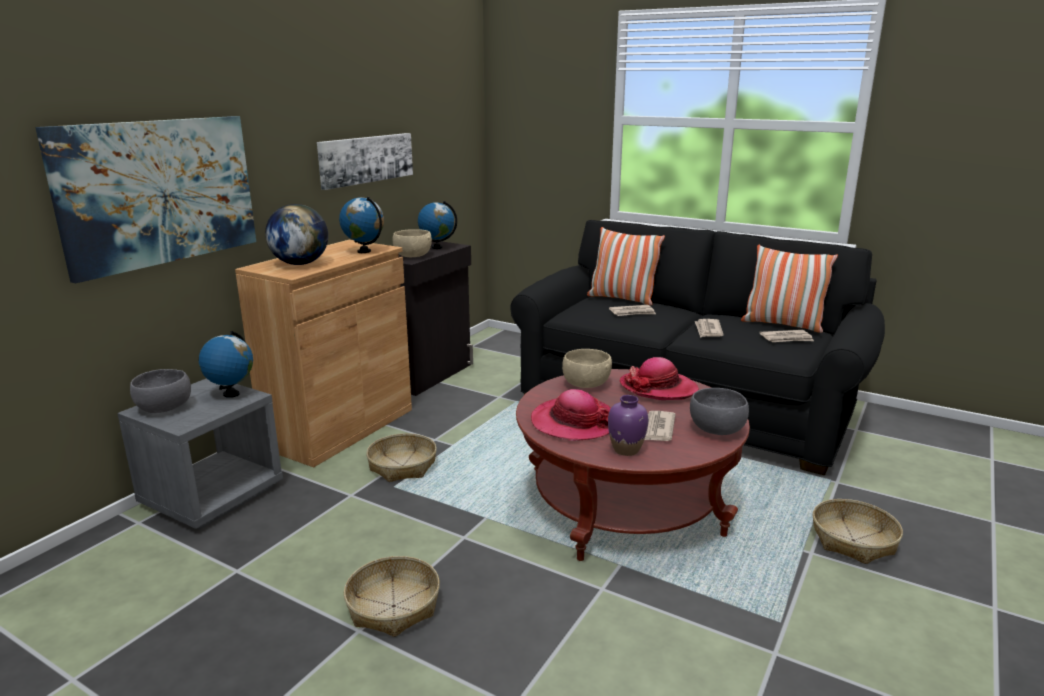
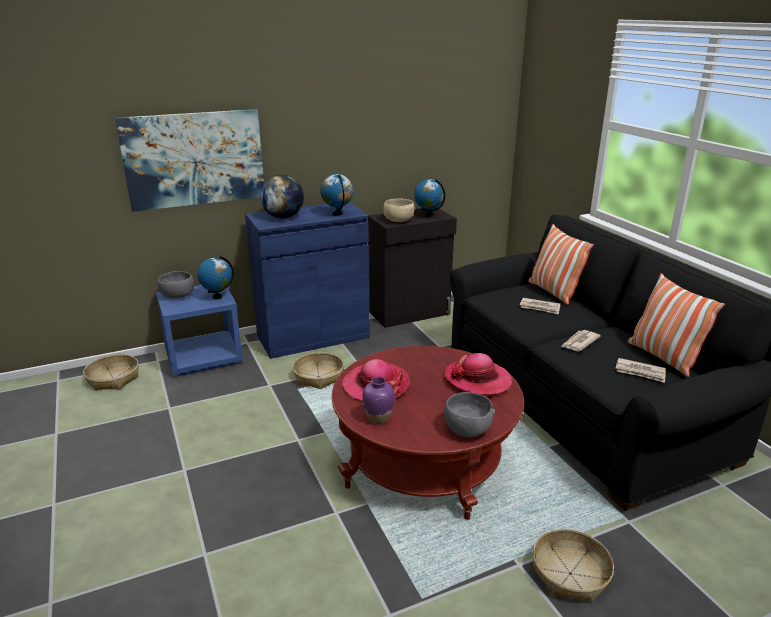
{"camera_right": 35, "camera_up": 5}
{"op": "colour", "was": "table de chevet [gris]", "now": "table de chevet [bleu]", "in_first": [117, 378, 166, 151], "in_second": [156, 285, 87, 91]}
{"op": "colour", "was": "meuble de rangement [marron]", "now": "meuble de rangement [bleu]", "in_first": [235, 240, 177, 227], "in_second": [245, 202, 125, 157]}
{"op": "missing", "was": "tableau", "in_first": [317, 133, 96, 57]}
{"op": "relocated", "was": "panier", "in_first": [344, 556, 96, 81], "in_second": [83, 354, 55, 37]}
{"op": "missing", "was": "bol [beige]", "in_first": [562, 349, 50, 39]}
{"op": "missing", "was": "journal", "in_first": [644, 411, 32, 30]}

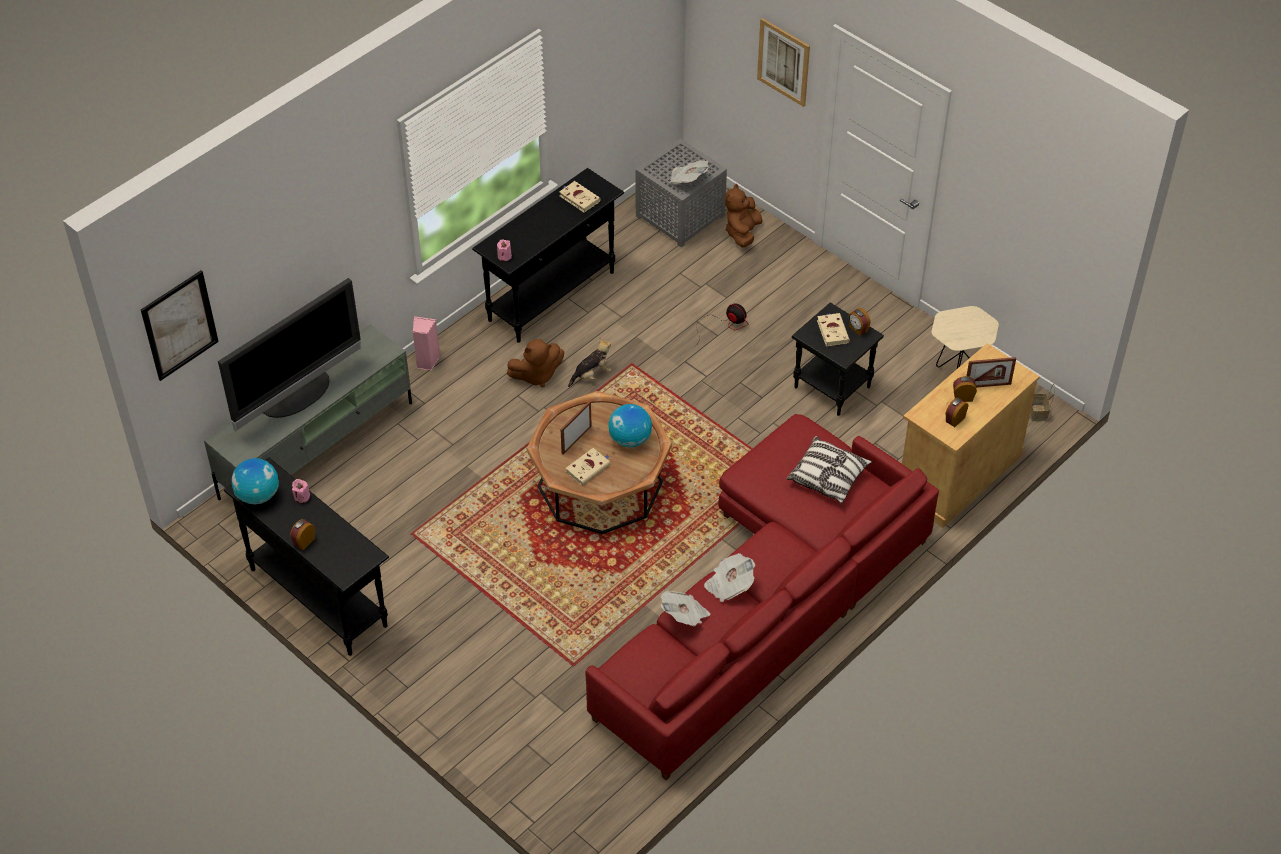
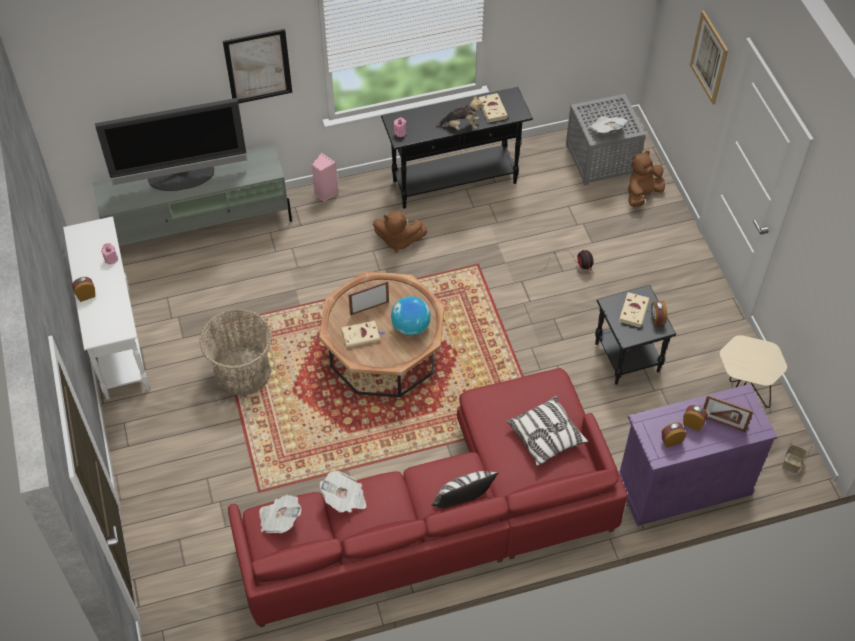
{"camera_right": 30, "camera_up": 5}
{"op": "relocated", "was": "tableau", "in_first": [141, 270, 78, 111], "in_second": [223, 29, 69, 75]}
{"op": "colour", "was": "table console [noir]", "now": "table console [blanc]", "in_first": [224, 457, 165, 199], "in_second": [63, 216, 87, 184]}
{"op": "missing", "was": "globe", "in_first": [231, 458, 48, 46]}
{"op": "relocated", "was": "peluche", "in_first": [568, 338, 43, 49], "in_second": [436, 95, 48, 35]}
{"op": "relocated", "was": "journal", "in_first": [704, 553, 51, 49], "in_second": [259, 495, 42, 38]}
{"op": "colour", "was": "meuble de rangement [beige]", "now": "meuble de rangement [violet]", "in_first": [902, 343, 138, 185], "in_second": [618, 384, 159, 142]}
{"op": "appeared", "now": "panier", "in_second": [199, 309, 73, 87]}
{"op": "appeared", "now": "coussin", "in_second": [431, 471, 67, 37]}

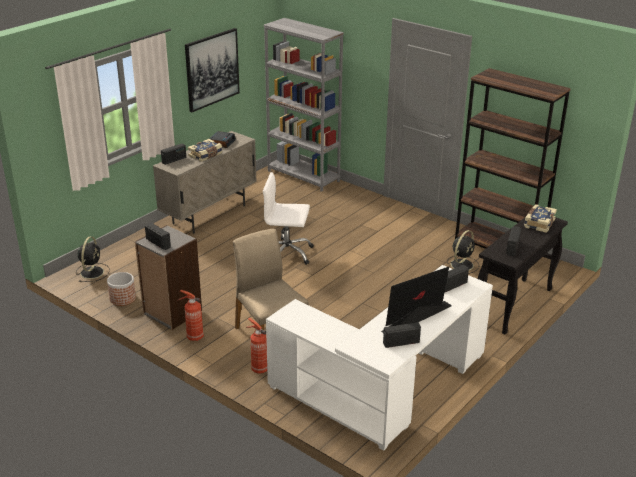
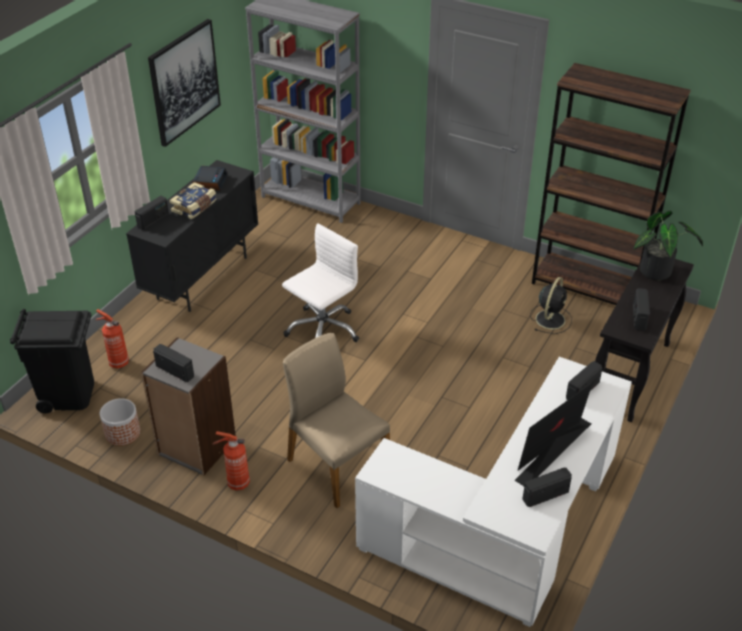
{"camera_right": -10, "camera_up": 10}
{"op": "exchanged", "was": "ventilateur [noir]", "now": "poubelle [noir]", "in_first": [76, 237, 34, 45], "in_second": [10, 309, 84, 104]}
{"op": "colour", "was": "meuble de rangement [beige]", "now": "meuble de rangement [noir]", "in_first": [153, 131, 104, 103], "in_second": [126, 160, 132, 152]}
{"op": "relocated", "was": "extincteur", "in_first": [246, 318, 21, 56], "in_second": [95, 309, 34, 60]}
{"op": "spun", "was": "chaise de bureau [blanc]", "in_first": [263, 172, 51, 93], "in_second": [282, 224, 77, 118], "clockwise": 135}
{"op": "exchanged", "was": "livre", "now": "plante en pot", "in_first": [524, 204, 33, 29], "in_second": [633, 211, 70, 69]}

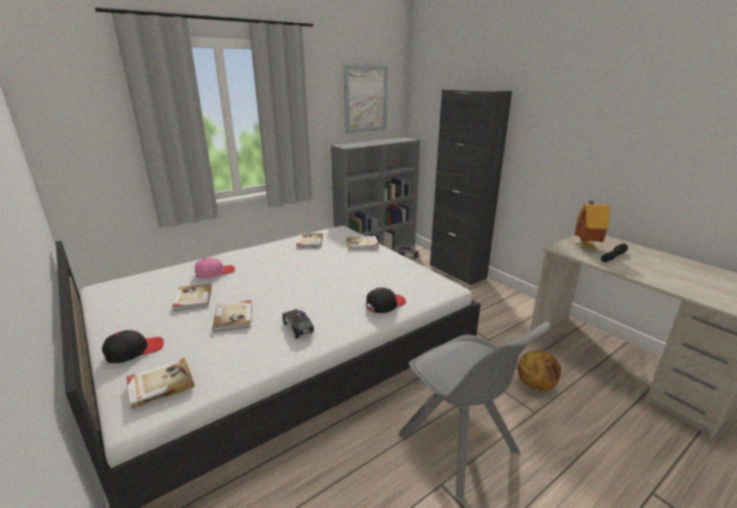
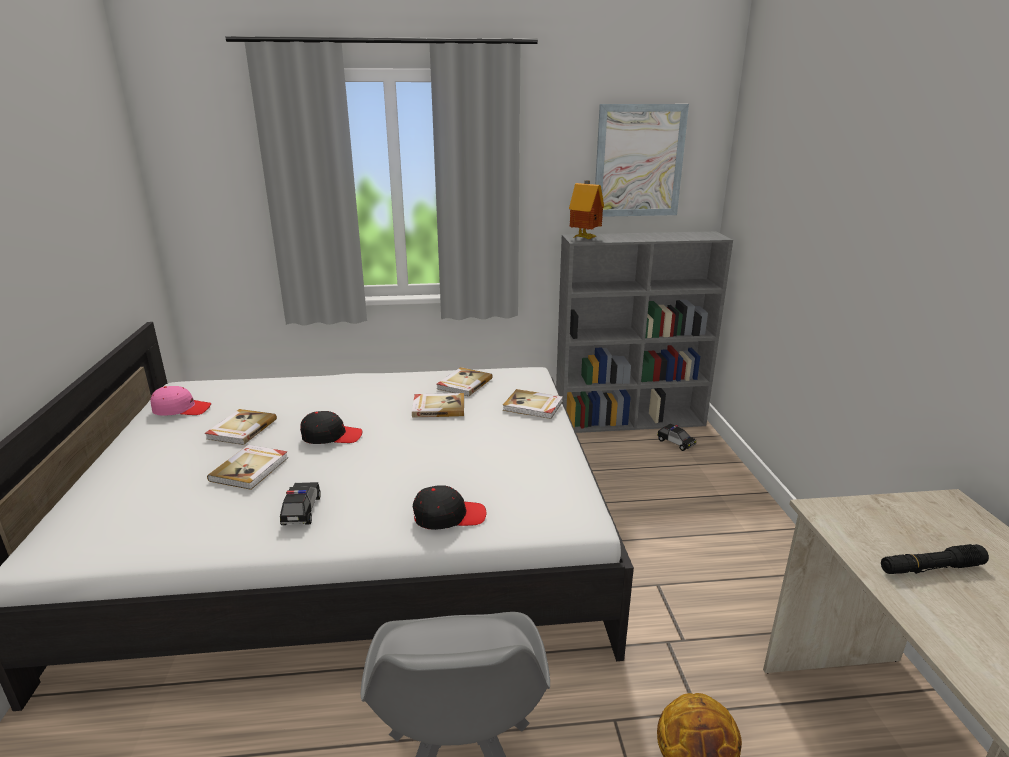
{"camera_right": 30, "camera_up": 0}
{"op": "relocated", "was": "casquette [noir]", "in_first": [102, 330, 62, 33], "in_second": [300, 411, 63, 33]}
{"op": "relocated", "was": "livre", "in_first": [126, 358, 69, 51], "in_second": [412, 393, 52, 25]}
{"op": "relocated", "was": "casquette [rose]", "in_first": [195, 258, 40, 21], "in_second": [151, 386, 60, 30]}
{"op": "missing", "was": "meuble de rangement [noir]", "in_first": [430, 89, 82, 196]}
{"op": "relocated", "was": "maison miniature", "in_first": [575, 201, 35, 48], "in_second": [569, 180, 35, 59]}

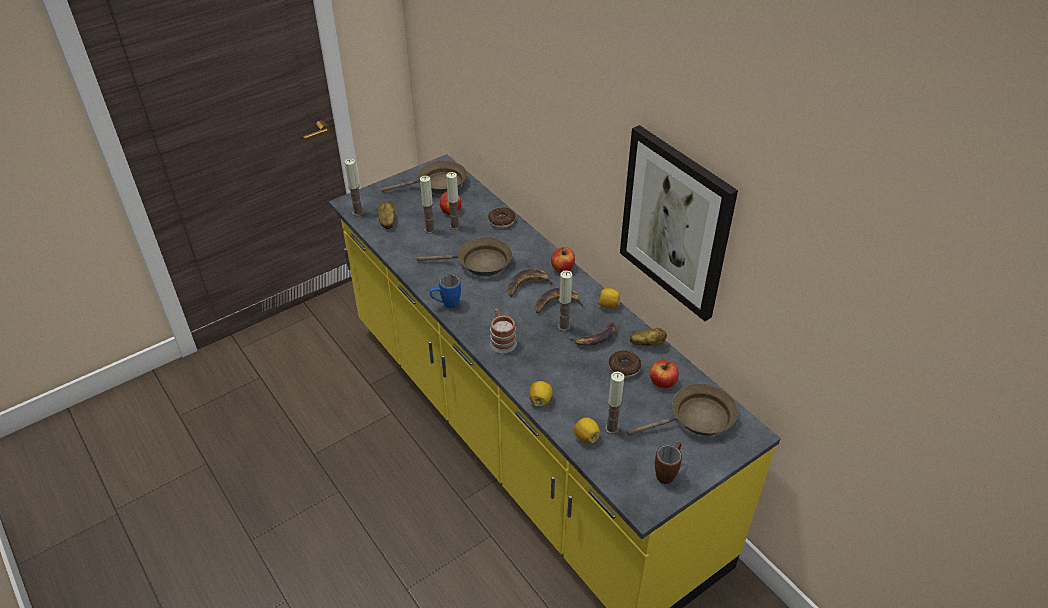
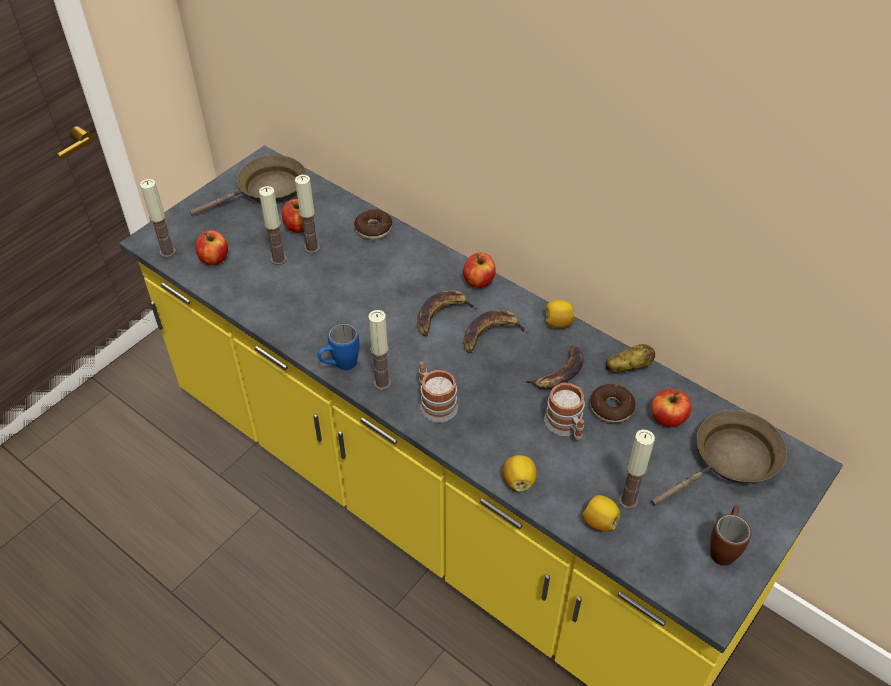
{"camera_right": -15, "camera_up": 5}
{"op": "exchanged", "was": "pomme de terre", "now": "pomme", "in_first": [378, 201, 17, 28], "in_second": [196, 230, 32, 35]}
{"op": "missing", "was": "poêle [marron]", "in_first": [417, 237, 95, 39]}
{"op": "relocated", "was": "bougie", "in_first": [558, 270, 14, 61], "in_second": [368, 310, 23, 80]}
{"op": "missing", "was": "tableau", "in_first": [620, 125, 118, 196]}
{"op": "appeared", "now": "mug", "in_second": [544, 383, 41, 58]}

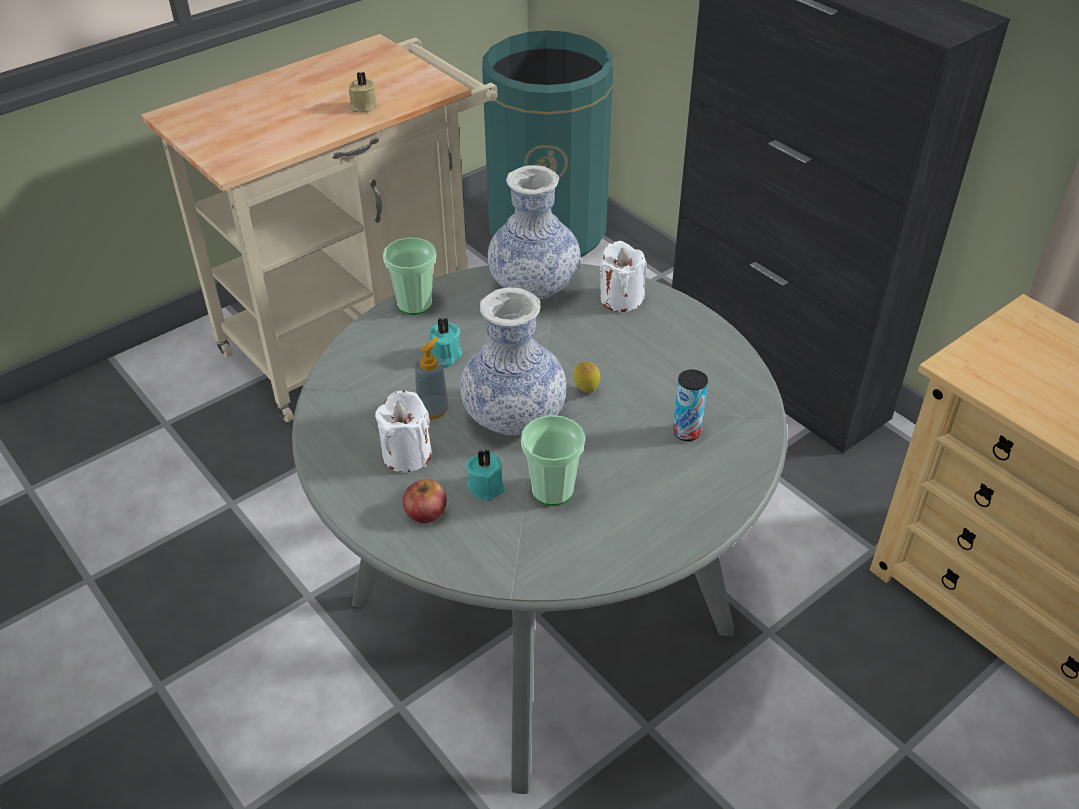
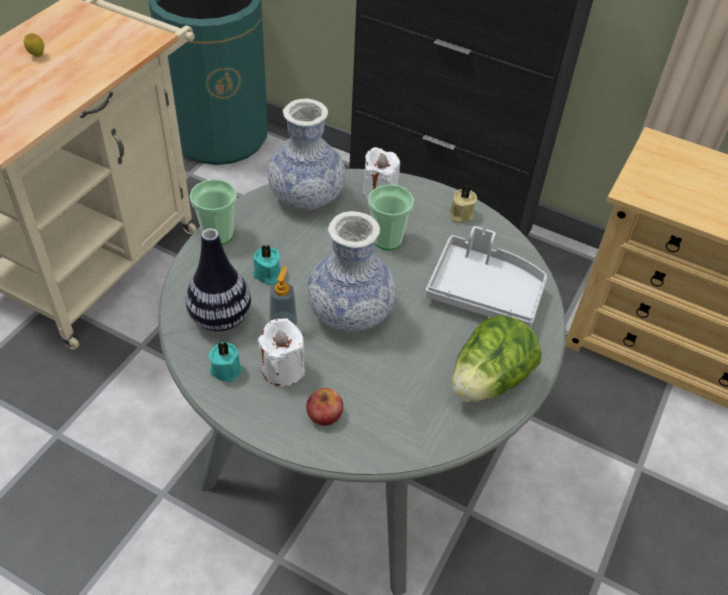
{"camera_right": -25, "camera_up": 5}
{"op": "relocated", "was": "bougie [beige]", "in_first": [349, 72, 28, 41], "in_second": [450, 186, 28, 37]}
{"op": "relocated", "was": "bougie [turquoise]", "in_first": [466, 449, 39, 52], "in_second": [209, 341, 33, 41]}
{"op": "relocated", "was": "tasse", "in_first": [521, 415, 64, 91], "in_second": [368, 184, 46, 66]}
{"op": "relocated", "was": "citron", "in_first": [573, 362, 27, 31], "in_second": [24, 33, 20, 24]}
{"op": "exchanged", "was": "boîte métallique", "now": "plateau [gris]", "in_first": [673, 370, 35, 71], "in_second": [426, 226, 121, 102]}
{"op": "appeared", "now": "vase", "in_second": [186, 228, 65, 103]}
{"op": "appeared", "now": "laitue", "in_second": [452, 315, 90, 88]}

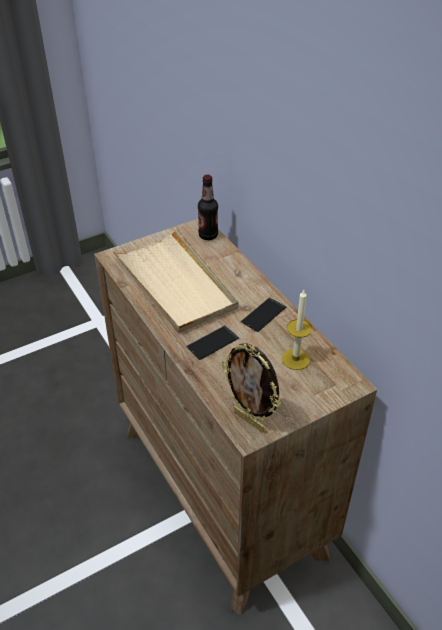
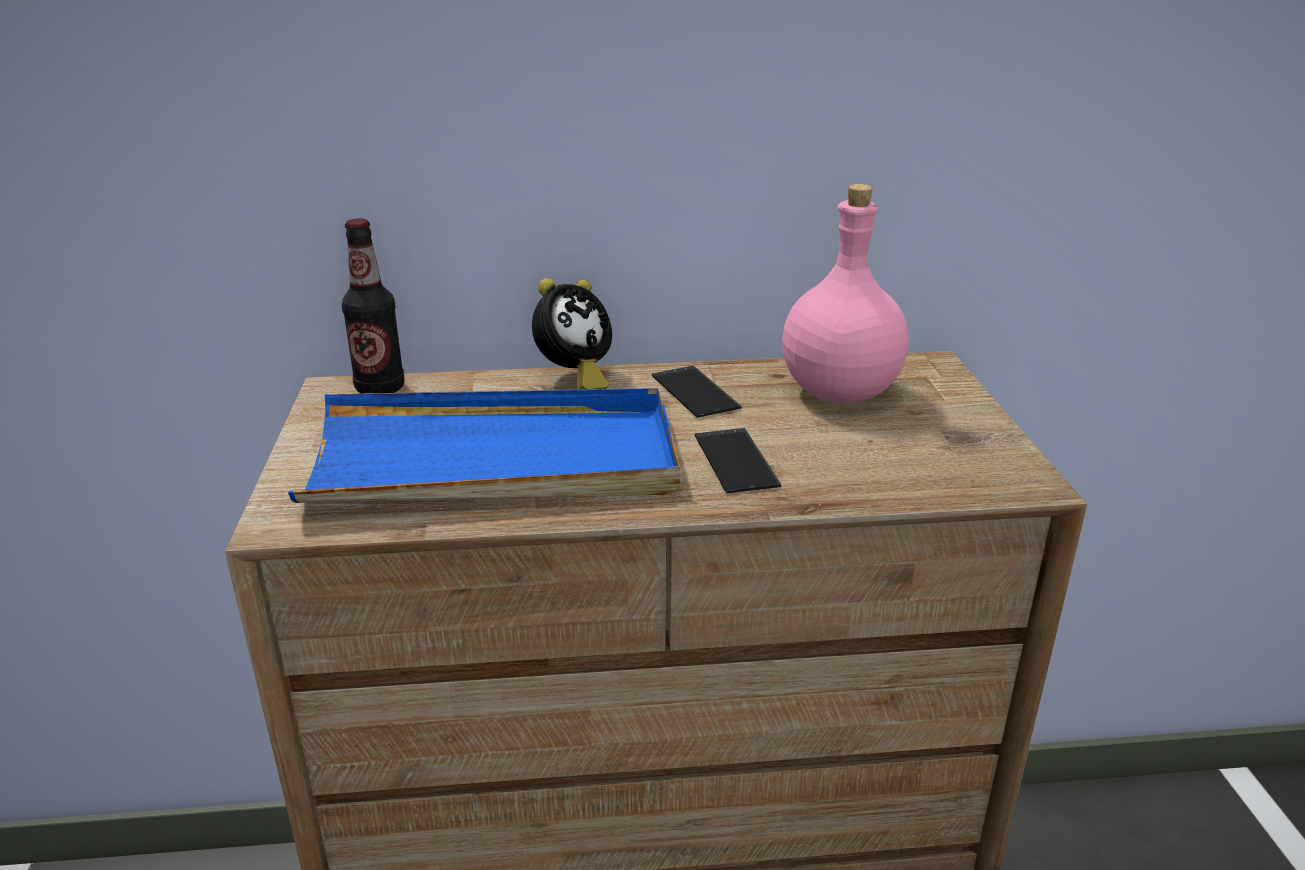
{"camera_right": -65, "camera_up": -15}
{"op": "colour", "was": "plateau [beige]", "now": "plateau [bleu]", "in_first": [112, 227, 127, 106], "in_second": [288, 388, 392, 115]}
{"op": "missing", "was": "cadre photo", "in_first": [222, 343, 59, 90]}
{"op": "exchanged", "was": "bougie", "now": "bouteille [rose]", "in_first": [282, 290, 30, 80], "in_second": [782, 184, 127, 220]}
{"op": "appeared", "now": "réveil", "in_second": [532, 278, 80, 112]}

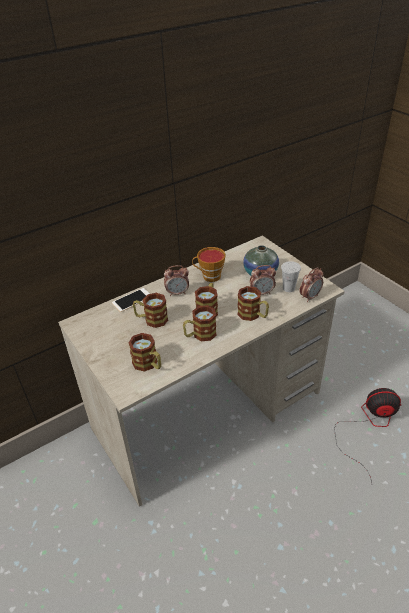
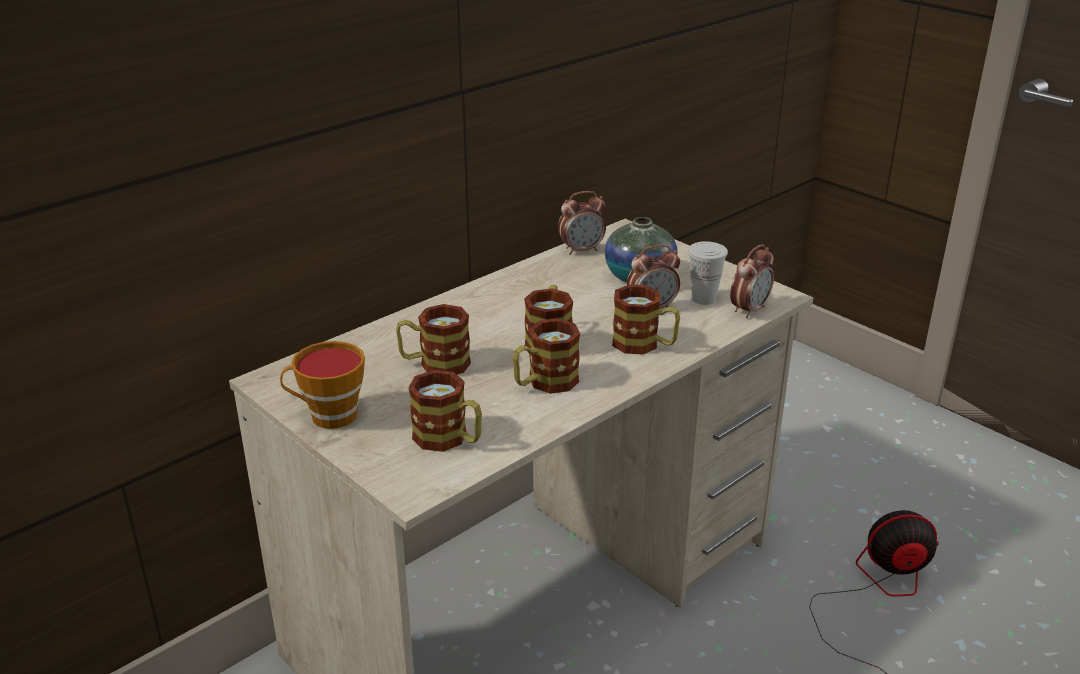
{"camera_right": -10, "camera_up": -10}
{"op": "missing", "was": "téléphone", "in_first": [112, 288, 38, 24]}
{"op": "relocated", "was": "réveil", "in_first": [164, 265, 25, 31], "in_second": [558, 191, 48, 64]}
{"op": "relocated", "was": "tasse", "in_first": [192, 247, 34, 35], "in_second": [280, 341, 85, 88]}

